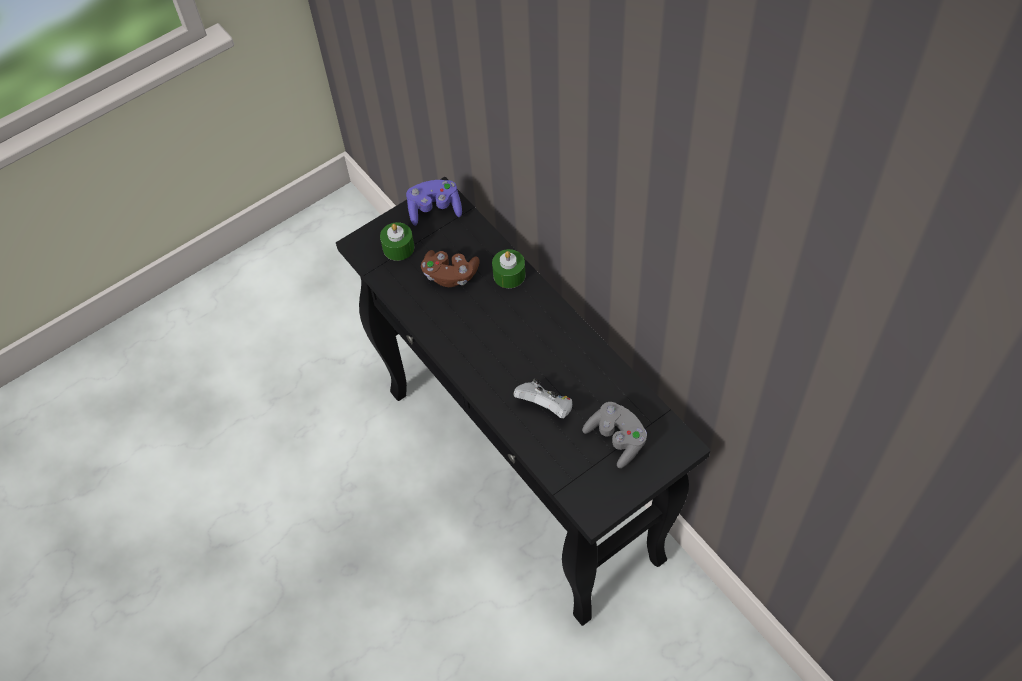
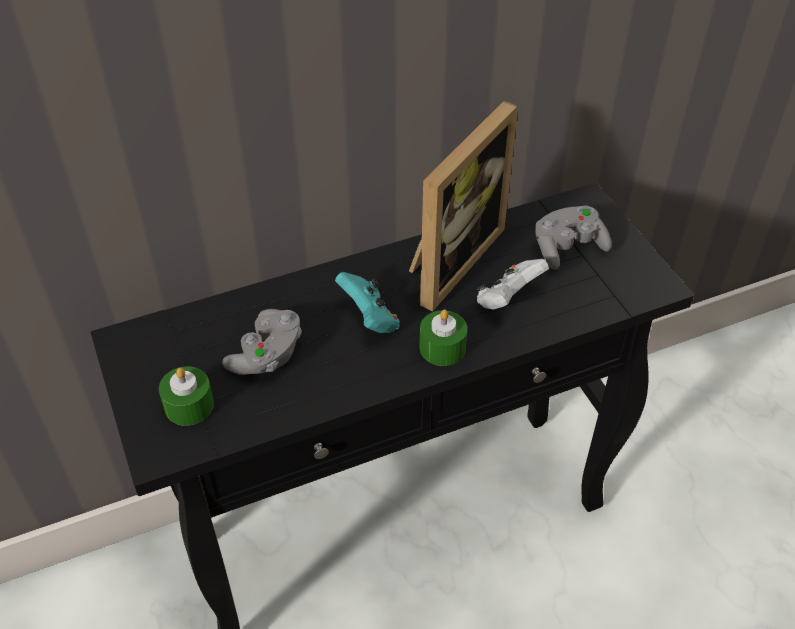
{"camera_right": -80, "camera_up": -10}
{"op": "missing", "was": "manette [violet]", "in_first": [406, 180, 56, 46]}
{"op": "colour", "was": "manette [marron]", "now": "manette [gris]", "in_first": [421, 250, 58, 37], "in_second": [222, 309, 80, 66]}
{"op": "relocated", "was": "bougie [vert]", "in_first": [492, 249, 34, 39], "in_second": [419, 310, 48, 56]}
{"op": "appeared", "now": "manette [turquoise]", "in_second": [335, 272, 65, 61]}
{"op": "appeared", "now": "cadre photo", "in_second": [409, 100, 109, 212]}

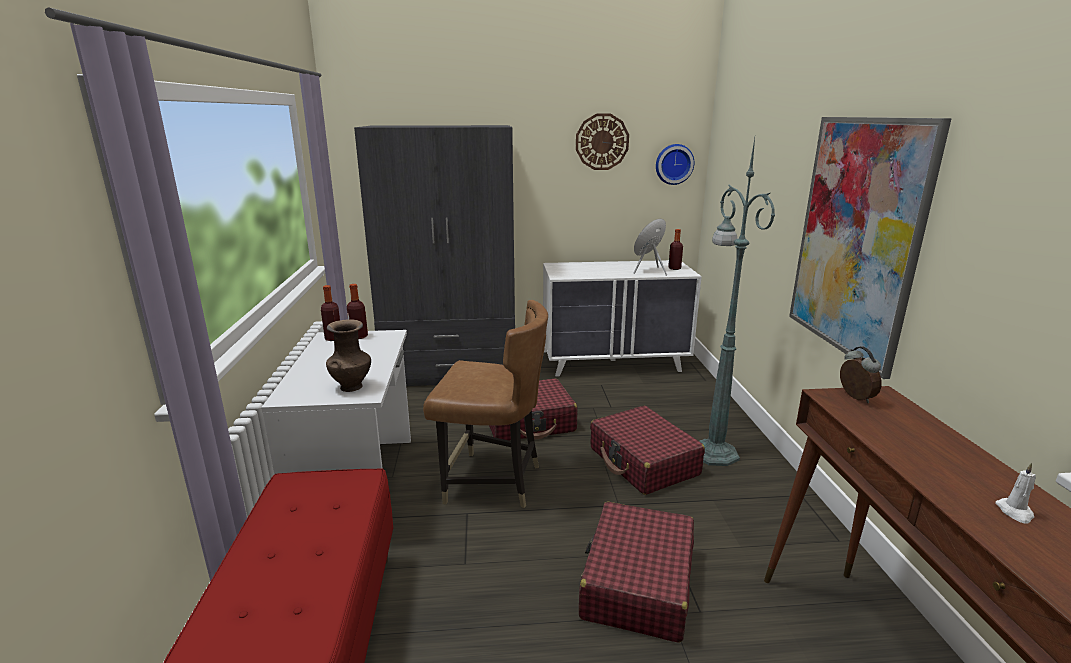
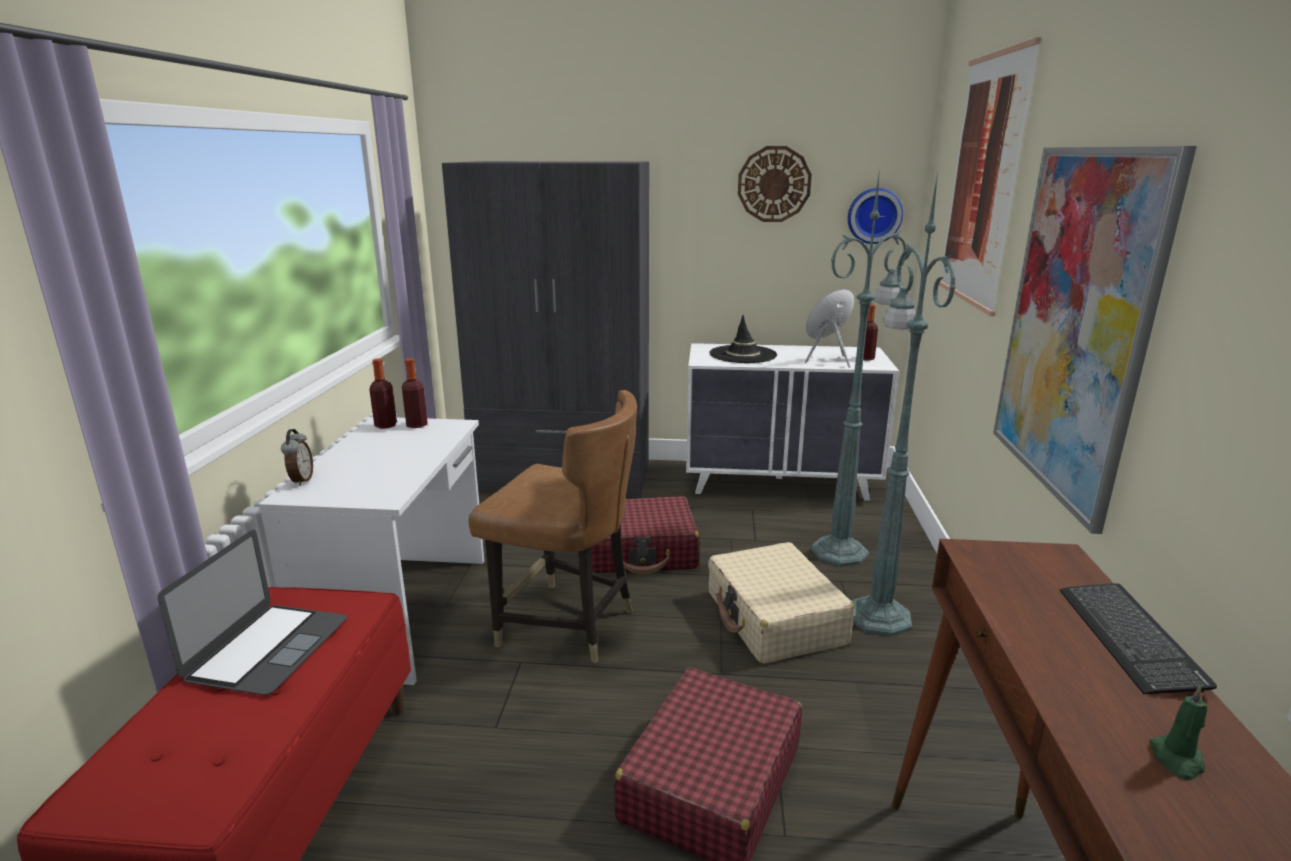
{"camera_right": 10, "camera_up": 0}
{"op": "missing", "was": "vase [marron]", "in_first": [326, 319, 45, 73]}
{"op": "colour", "was": "valise [rouge]", "now": "valise [beige]", "in_first": [590, 406, 115, 89], "in_second": [708, 542, 147, 122]}
{"op": "relocated", "was": "réveil", "in_first": [840, 346, 42, 57], "in_second": [281, 429, 32, 57]}
{"op": "colour", "was": "bougie [blanc]", "now": "bougie [vert]", "in_first": [995, 463, 41, 61], "in_second": [1149, 685, 58, 95]}
{"op": "appeared", "now": "ordinateur portable", "in_second": [157, 530, 190, 165]}
{"op": "appeared", "now": "chapeau [noir]", "in_second": [709, 315, 68, 48]}
{"op": "appeared", "now": "lampadaire [vert]", "in_second": [810, 169, 97, 398]}
{"op": "appeared", "now": "tableau", "in_second": [939, 37, 103, 279]}
{"op": "appeared", "now": "clavier", "in_second": [1060, 583, 157, 111]}

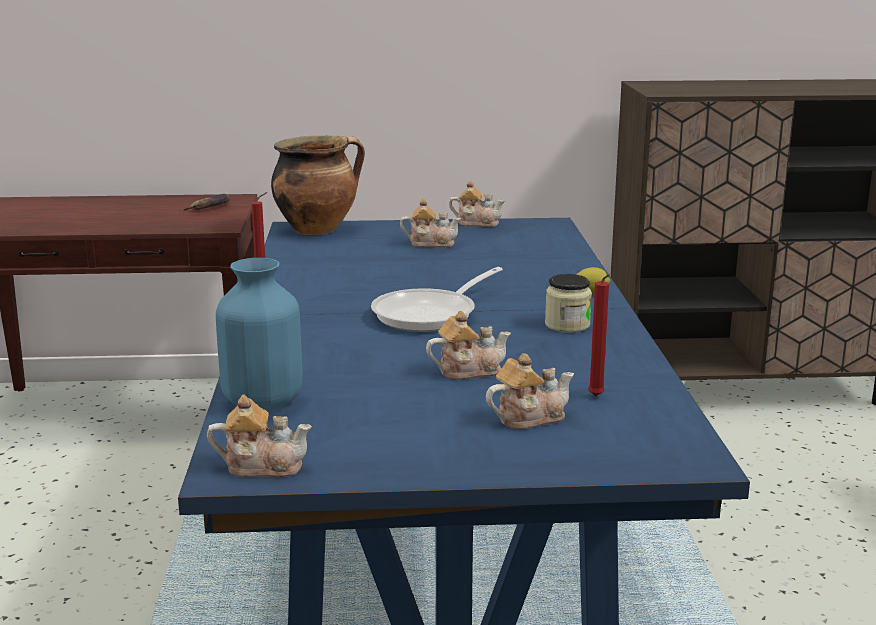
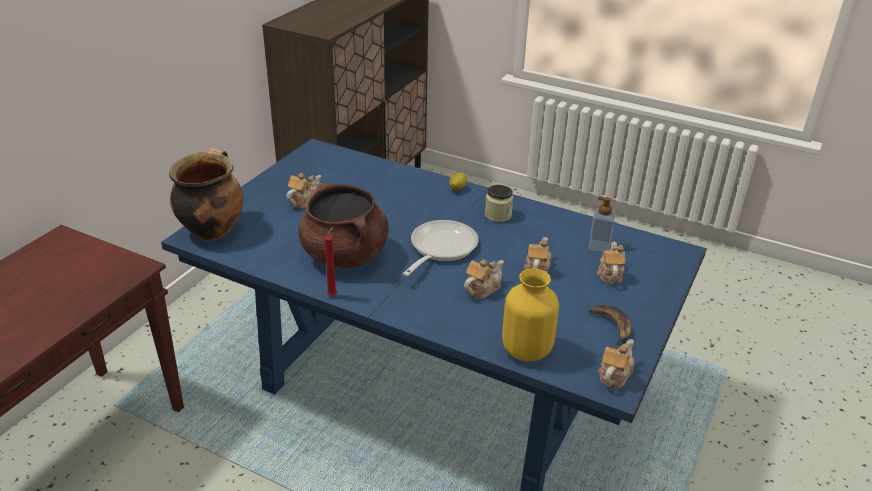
{"camera_right": -60, "camera_up": 15}
{"op": "relocated", "was": "banane", "in_first": [181, 194, 49, 17], "in_second": [589, 305, 43, 42]}
{"op": "colour", "was": "vase [bleu]", "now": "vase [jaune]", "in_first": [216, 258, 86, 152], "in_second": [502, 269, 57, 92]}
{"op": "spun", "was": "poêle", "in_first": [371, 267, 132, 65], "in_second": [403, 220, 75, 56], "clockwise": -135}
{"op": "relocated", "was": "théière", "in_first": [449, 180, 56, 47], "in_second": [464, 259, 40, 40]}
{"op": "exchanged", "was": "bougie [rouge]", "now": "distributeur de savon", "in_first": [588, 274, 22, 122], "in_second": [589, 197, 26, 55]}
{"op": "appeared", "now": "marmite [marron]", "in_second": [298, 183, 91, 85]}

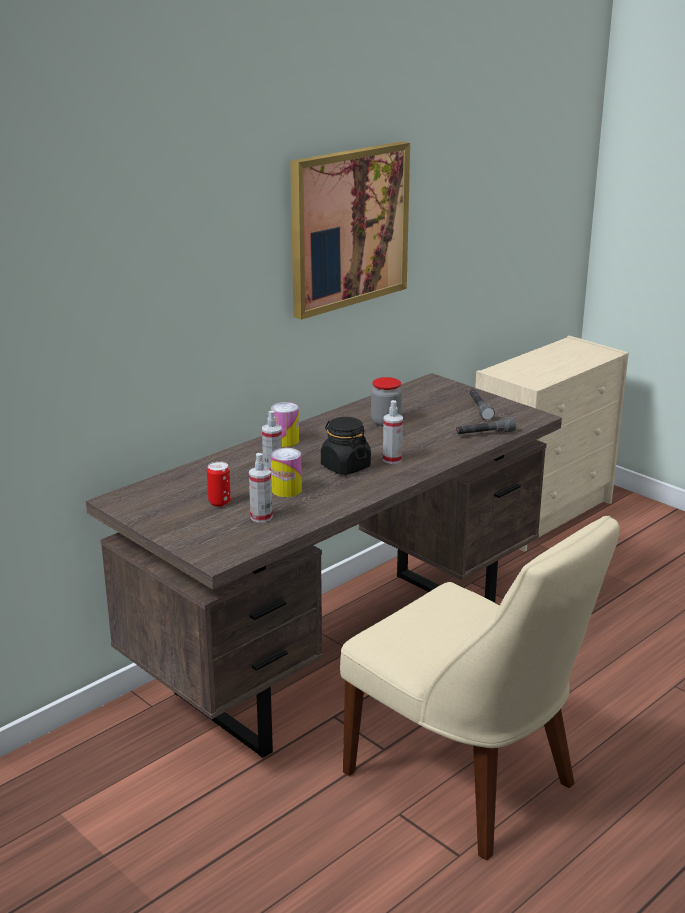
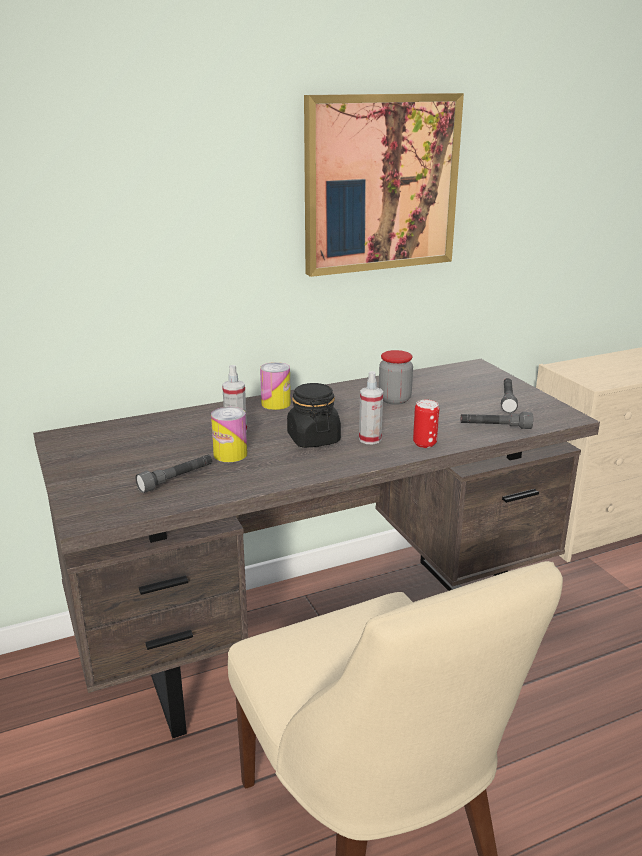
{"camera_right": 20, "camera_up": 0}
{"op": "relocated", "was": "boîte métallique", "in_first": [207, 461, 24, 46], "in_second": [413, 400, 26, 48]}
{"op": "exchanged", "was": "vaporisateur", "now": "lampe de poche [gris]", "in_first": [249, 453, 24, 70], "in_second": [135, 455, 77, 38]}

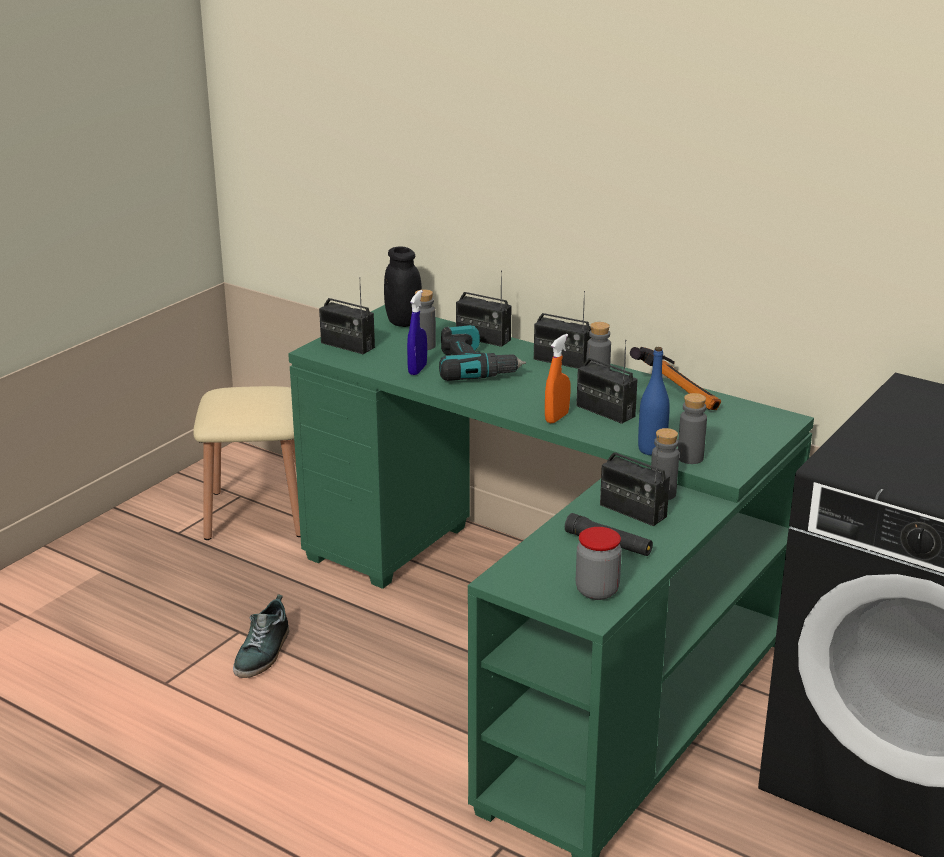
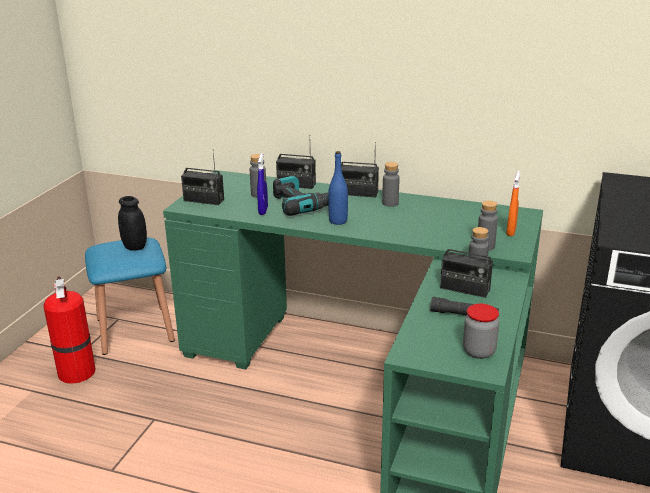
{"camera_right": -15, "camera_up": 0}
{"op": "colour", "was": "tabouret [beige]", "now": "tabouret [bleu]", "in_first": [193, 386, 108, 154], "in_second": [85, 238, 90, 117]}
{"op": "missing", "was": "chaussure", "in_first": [233, 594, 56, 84]}
{"op": "relocated", "was": "bocal [noir]", "in_first": [384, 246, 38, 81], "in_second": [118, 196, 29, 55]}
{"op": "relocated", "was": "vaporisateur [orange]", "in_first": [545, 334, 25, 89], "in_second": [506, 171, 14, 65]}
{"op": "missing", "was": "radio", "in_first": [576, 340, 62, 84]}
{"op": "missing", "was": "marteau", "in_first": [630, 347, 91, 63]}
{"op": "relocated", "was": "bouteille [bleu]", "in_first": [638, 347, 32, 109], "in_second": [328, 151, 20, 74]}
{"op": "appeared", "now": "extincteur", "in_second": [43, 276, 52, 108]}

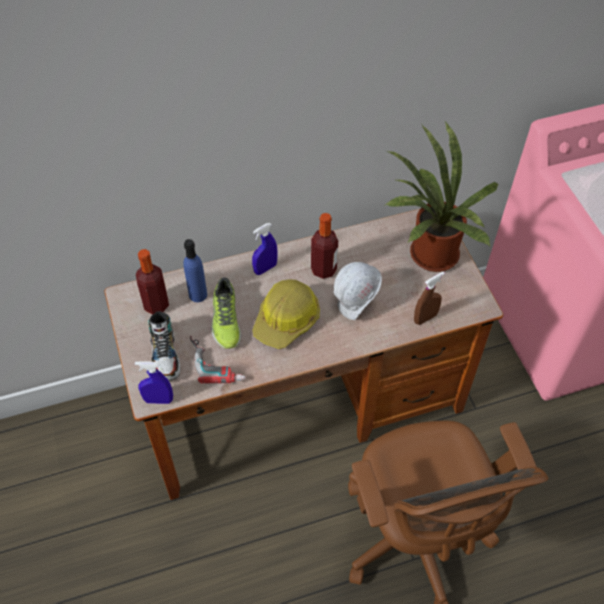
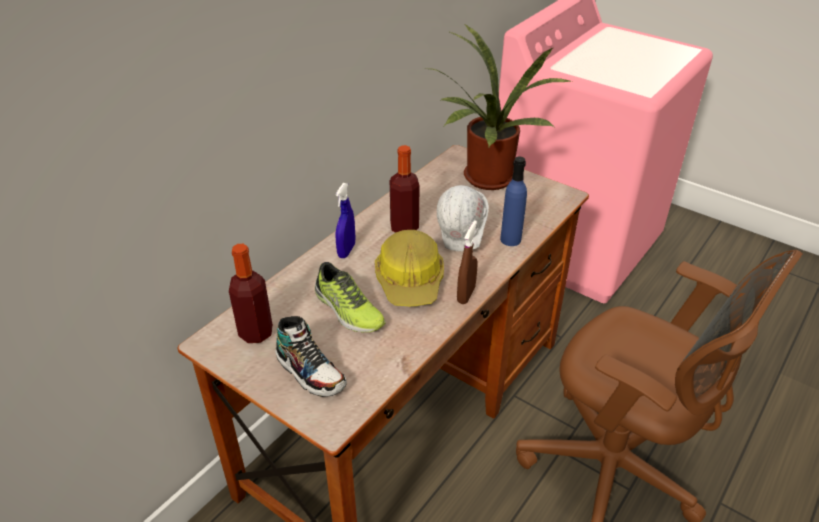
{"camera_right": -35, "camera_up": -15}
{"op": "missing", "was": "vaporisateur [bleu]", "in_first": [135, 361, 38, 43]}
{"op": "relocated", "was": "bouteille [bleu]", "in_first": [183, 239, 24, 63], "in_second": [500, 157, 27, 89]}
{"op": "missing", "was": "perceuse", "in_first": [190, 336, 56, 48]}
{"op": "relocated", "was": "vaporisateur [marron]", "in_first": [414, 272, 31, 53], "in_second": [457, 220, 21, 84]}

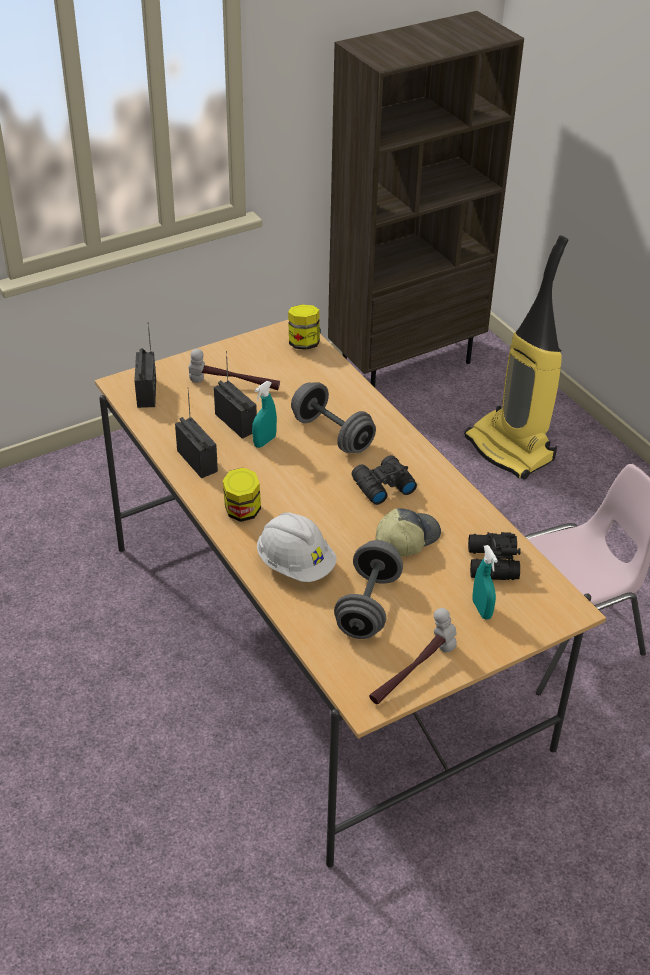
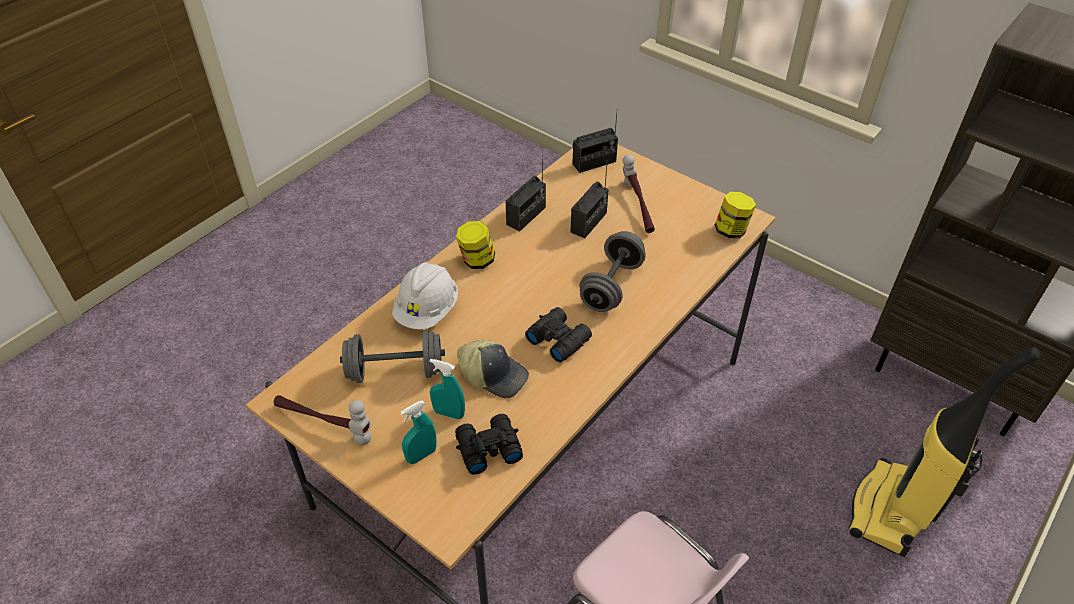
{"camera_right": 70, "camera_up": 5}
{"op": "relocated", "was": "vaporisateur [turquoise]", "in_first": [252, 381, 25, 67], "in_second": [429, 359, 36, 60]}

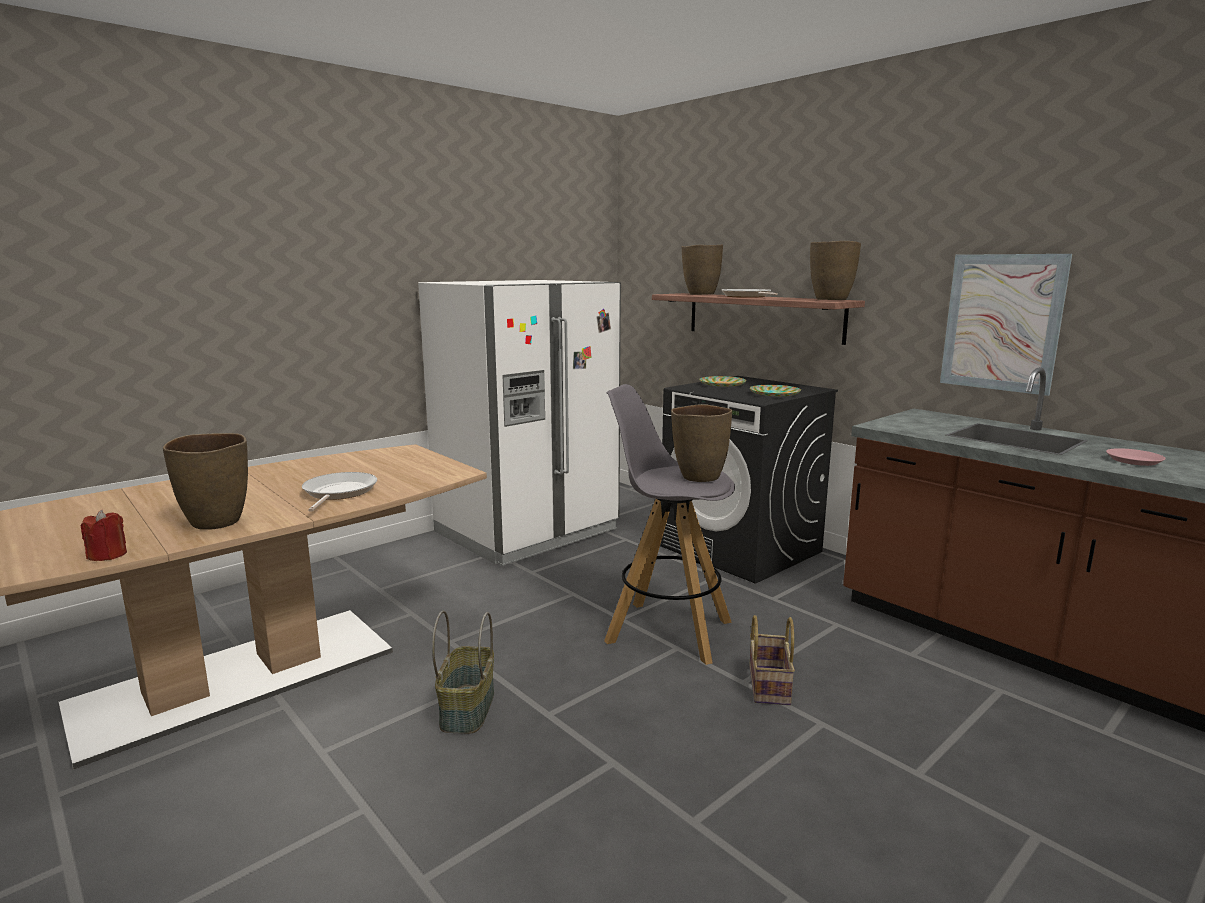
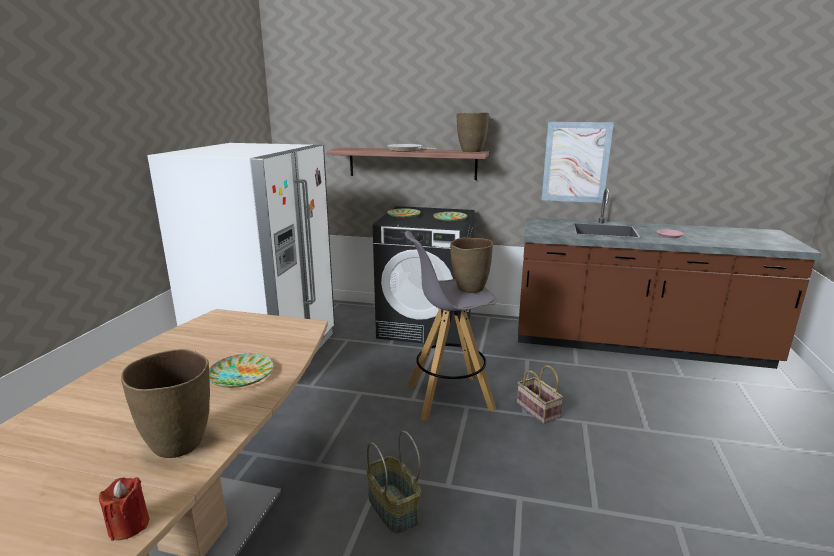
{"camera_right": -35, "camera_up": 5}
{"op": "exchanged", "was": "poêle", "now": "assiette", "in_first": [302, 472, 75, 40], "in_second": [209, 354, 64, 34]}
{"op": "missing", "was": "vase [marron]", "in_first": [681, 244, 42, 51]}

